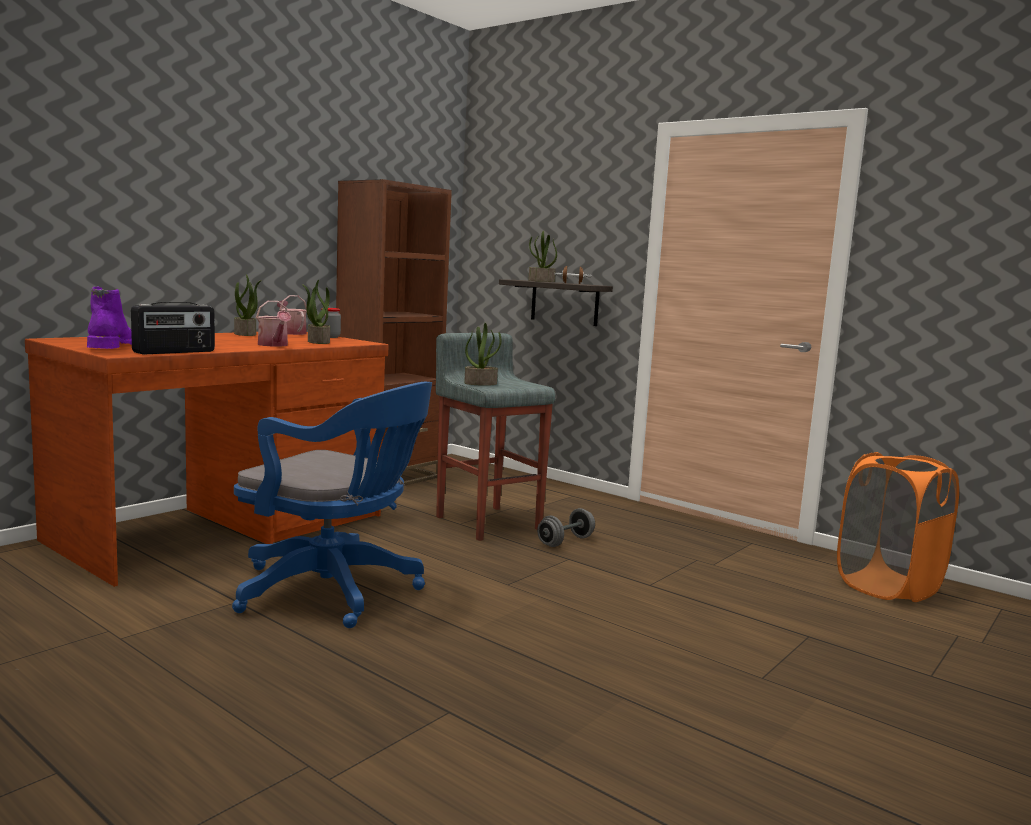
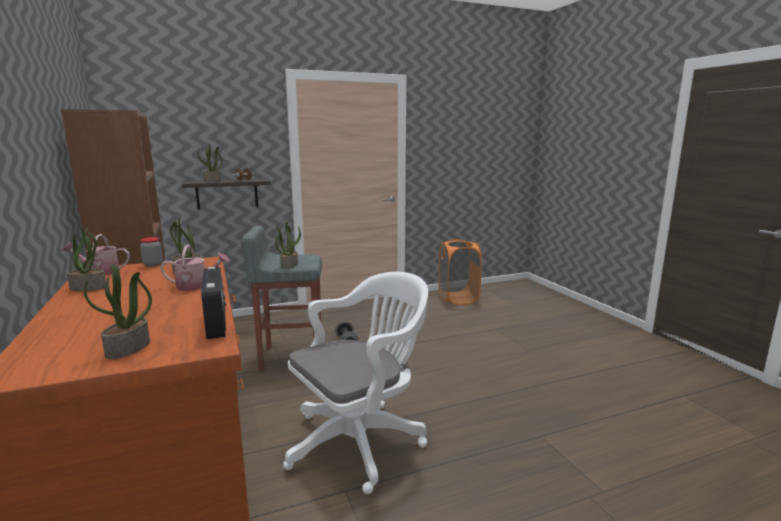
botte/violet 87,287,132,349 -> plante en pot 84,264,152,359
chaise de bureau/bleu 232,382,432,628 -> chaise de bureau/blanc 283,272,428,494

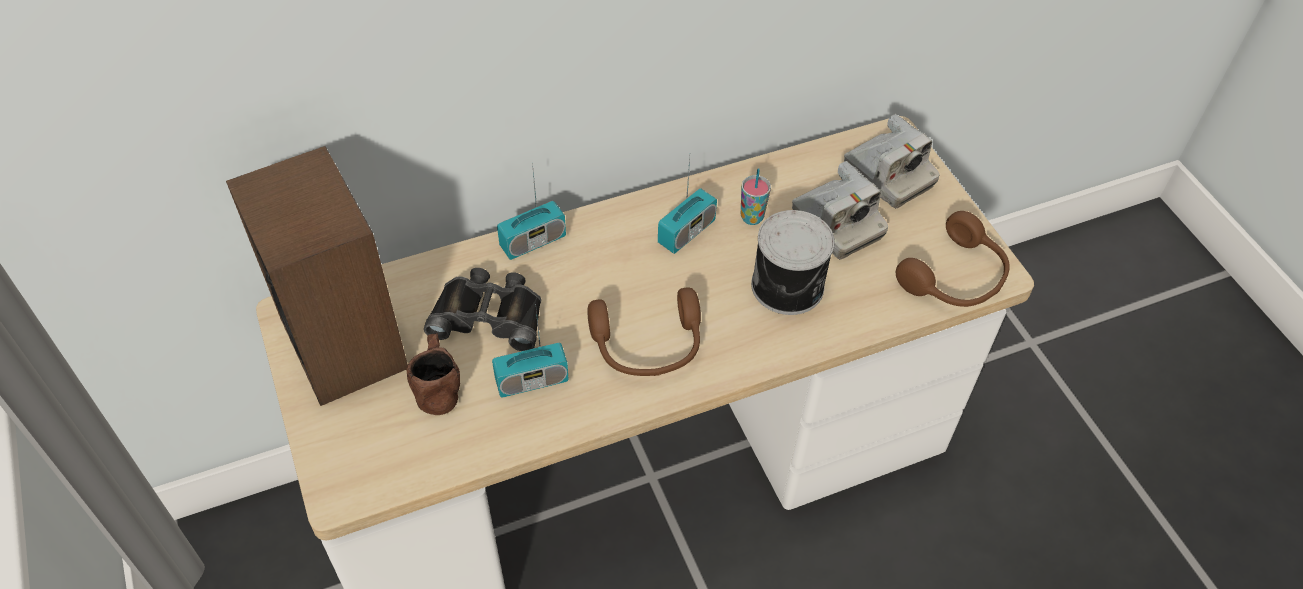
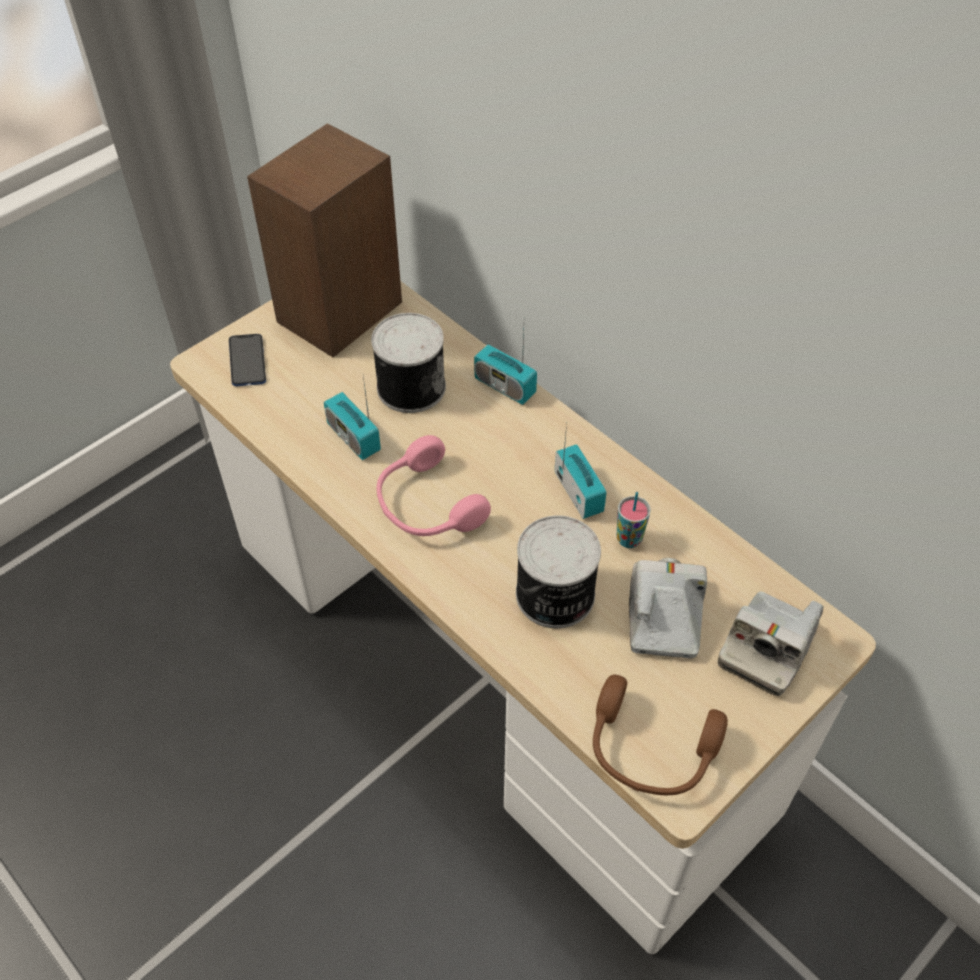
none -> téléphone 229,334,266,386
jumelles/noir 424,268,542,351 -> boîte métallique 371,313,446,413
casque audio/marron 587,287,701,376 -> casque audio/rose 377,435,491,536
radio 658,157,717,254 -> radio 555,422,606,519, 135 degrees counterclockwise
appareil photo 792,161,888,259 -> appareil photo 629,558,707,659, 150 degrees clockwise
mug/marron 407,333,460,415 -> none

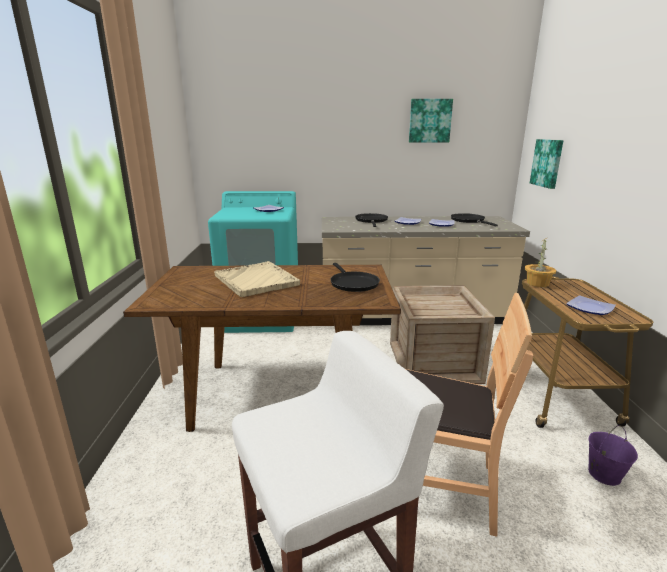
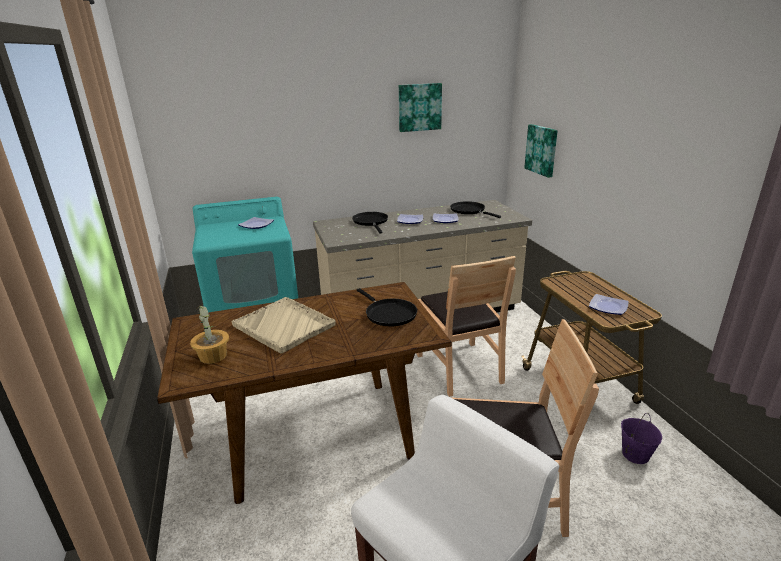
plante en pot 525,239,556,287 -> plante en pot 190,302,229,364, shifted
caisse 390,285,495,384 -> chaise/marron 417,256,516,397

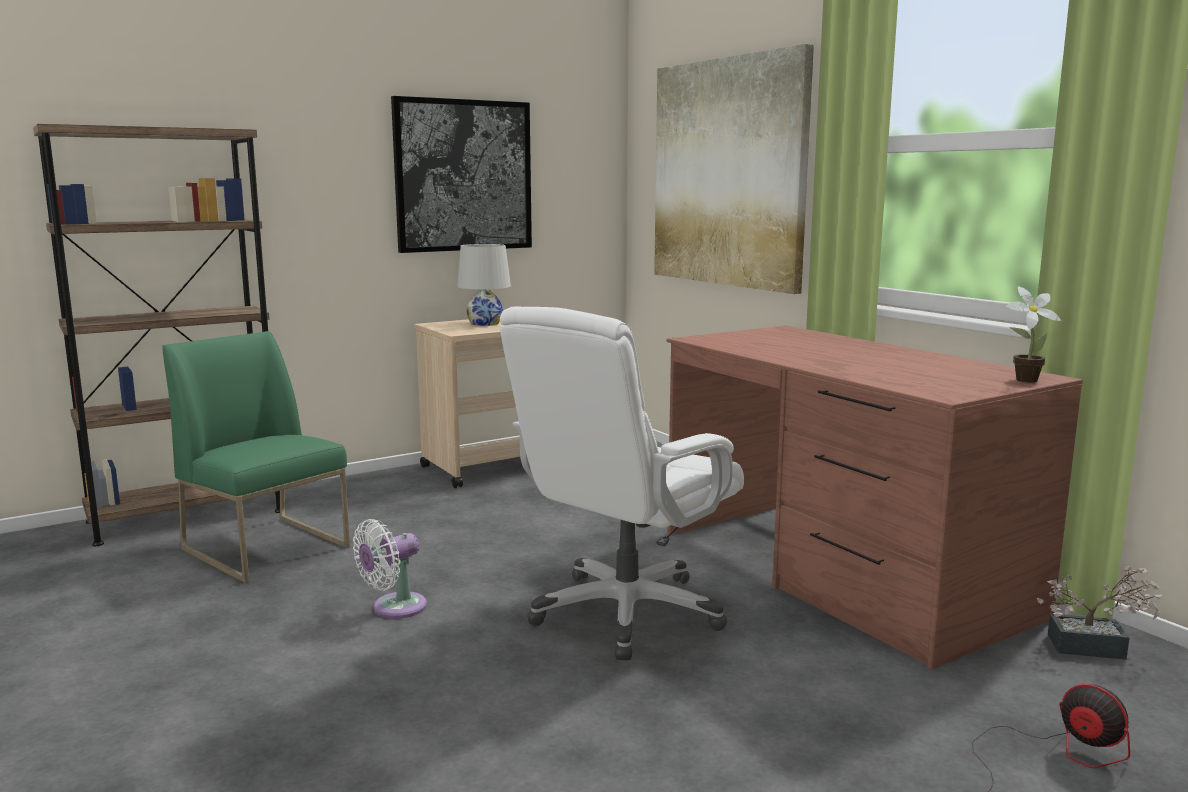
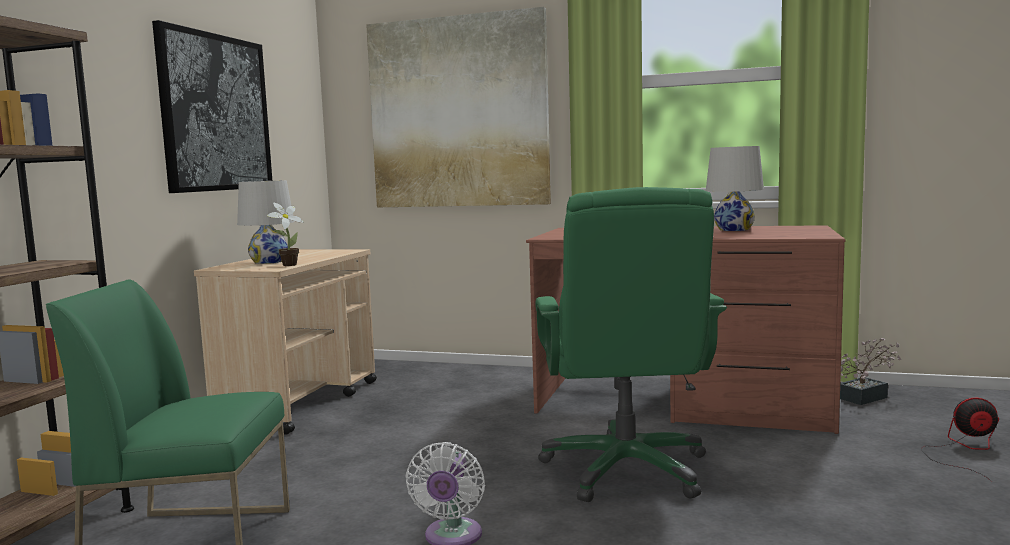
plante en pot 1005,286,1061,383 -> plante en pot 267,202,304,266, shifted
chaise de bureau/blanc 500,307,744,660 -> chaise de bureau/vert 536,187,727,502
none -> lampe de table/blanc 706,146,764,231

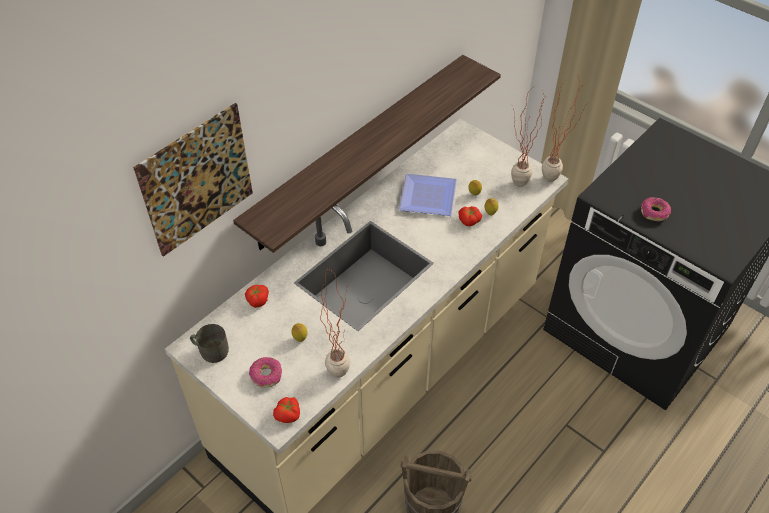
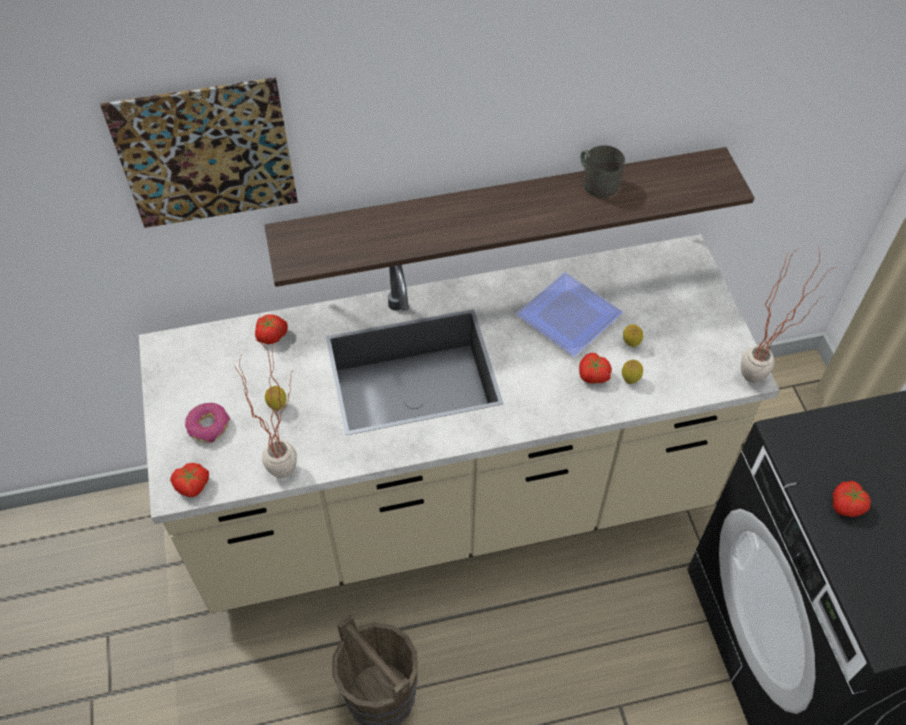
mug/gris 190,324,229,363 -> mug/gris 581,145,625,198, shifted
beignet 641,197,671,221 -> tomate 833,481,871,517
plante en pot 511,88,546,187 -> none

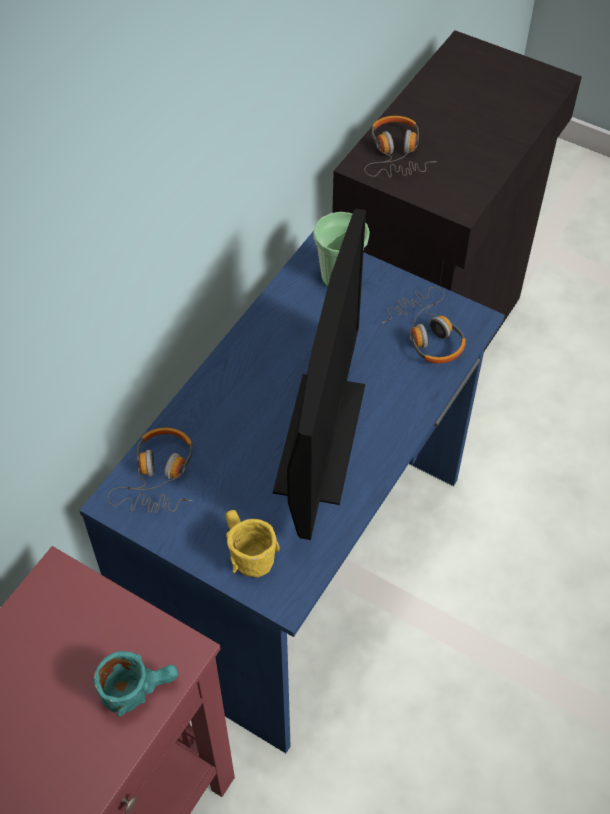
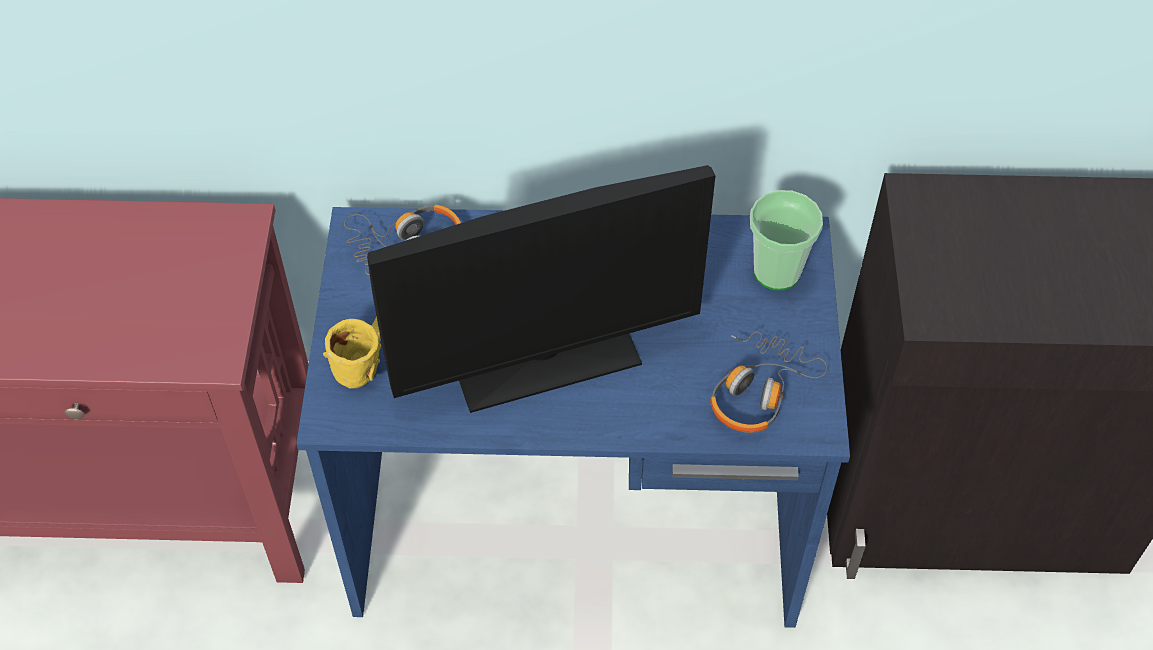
mug/turquoise 94,651,178,716 -> none
casque audio 364,116,437,178 -> none

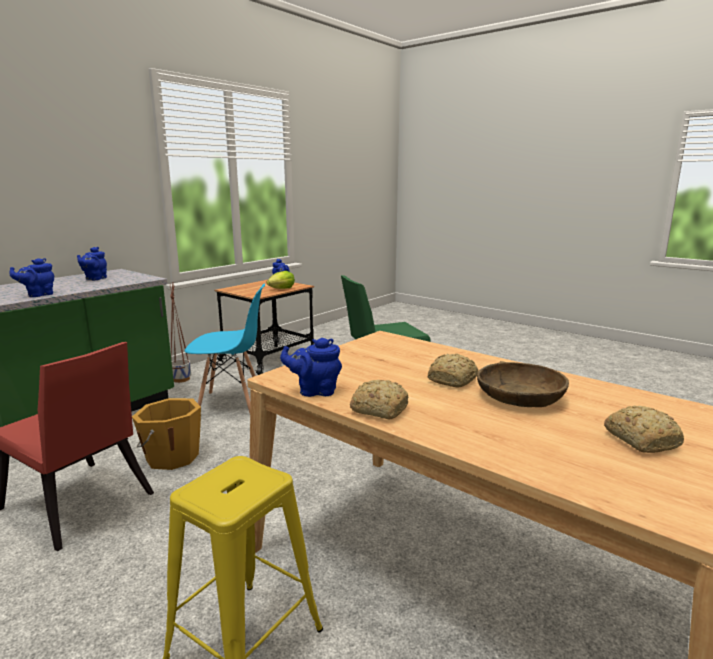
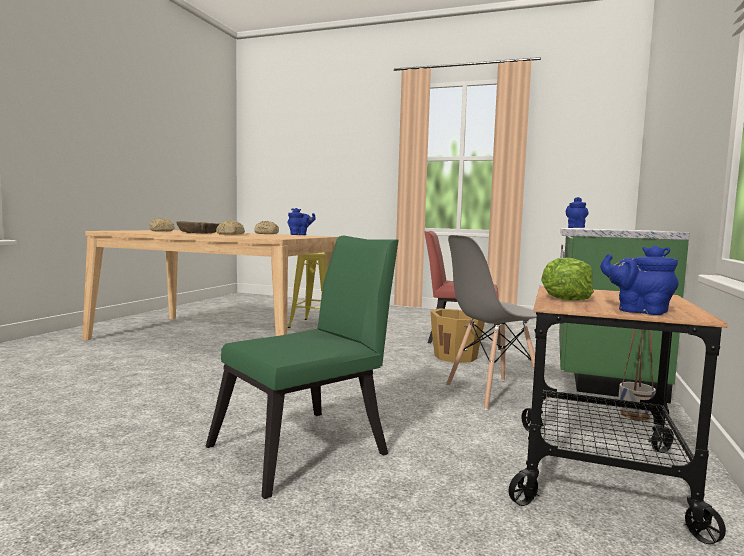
chaise/bleu 185,284,265,413 -> chaise/gris 446,235,547,410
théière/bleu 77,247,107,280 -> none

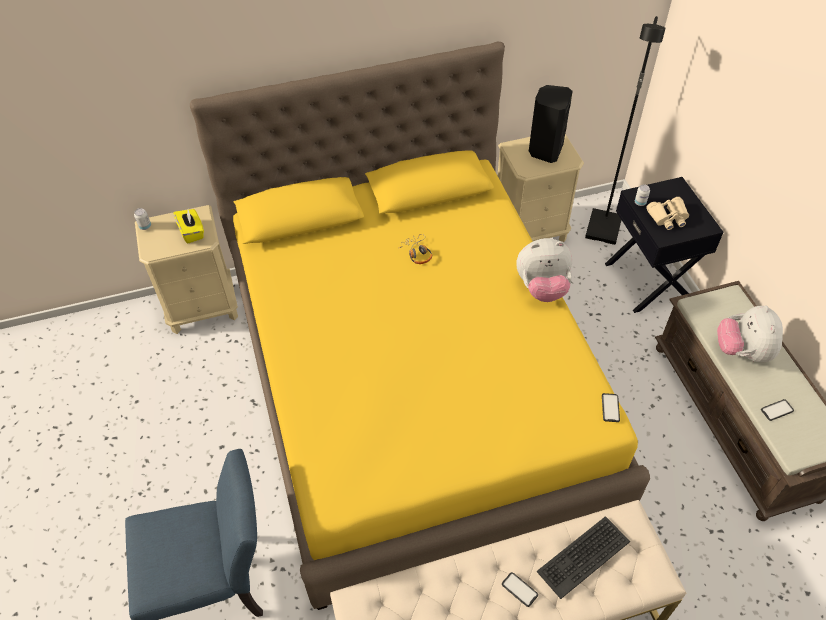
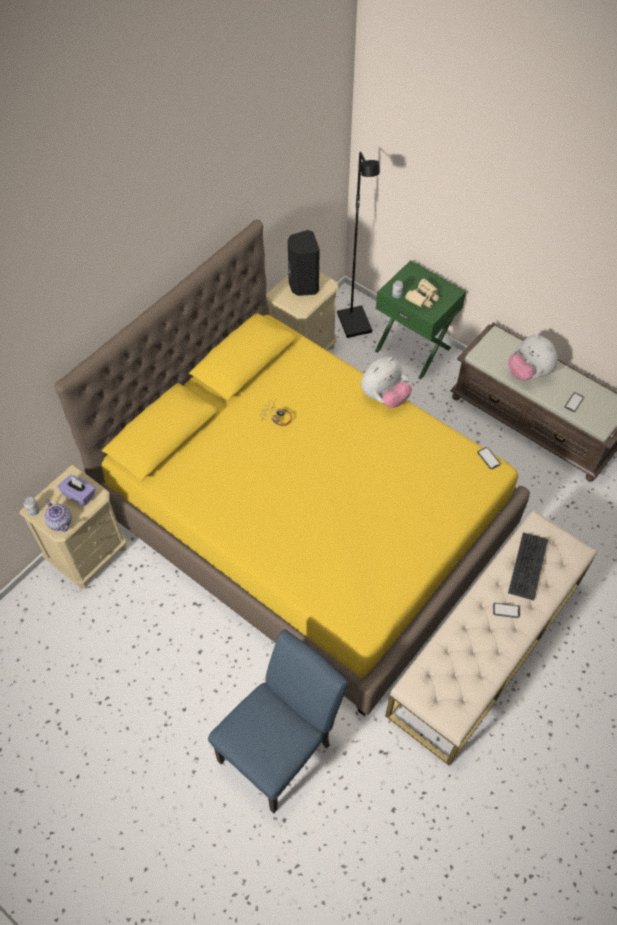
none -> théière 44,499,72,531
boîte à mouchoirs/jaune 173,209,204,243 -> boîte à mouchoirs/violet 58,475,96,506
table de chevet/noir 605,177,724,313 -> table de chevet/vert 375,260,466,379

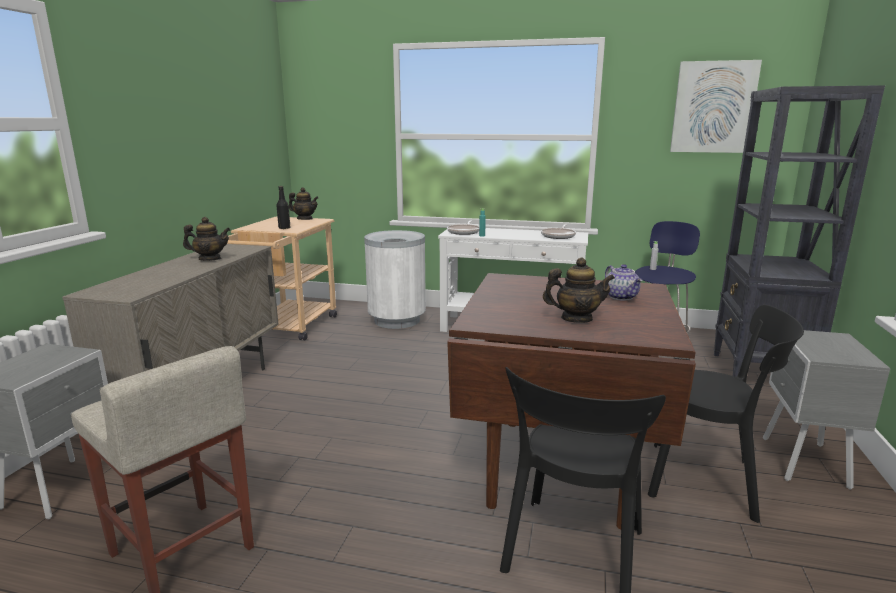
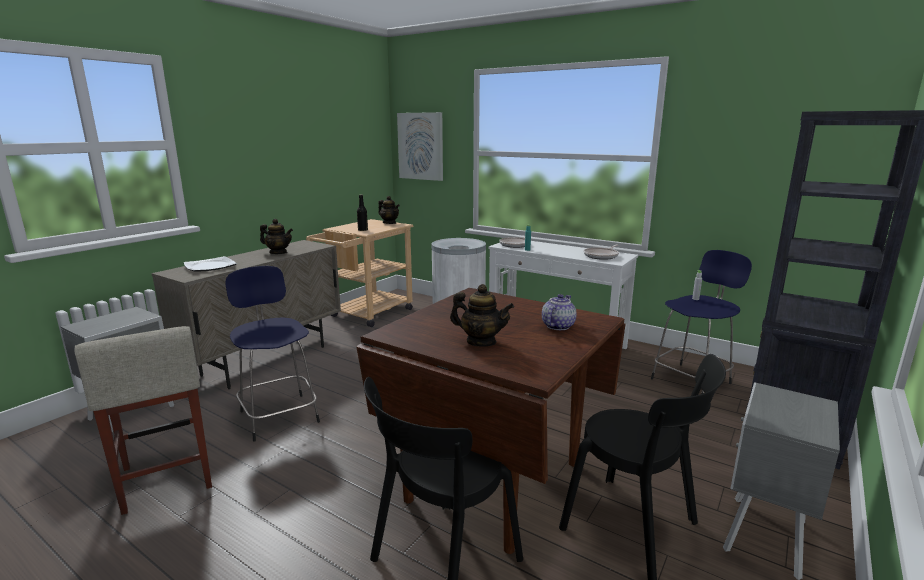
none -> assiette 184,256,237,272
none -> tabouret/bleu 225,266,320,441
tableau 670,60,762,153 -> tableau 397,112,443,181, shifted
théière 605,264,643,301 -> théière 542,294,577,330, 150 degrees counterclockwise

